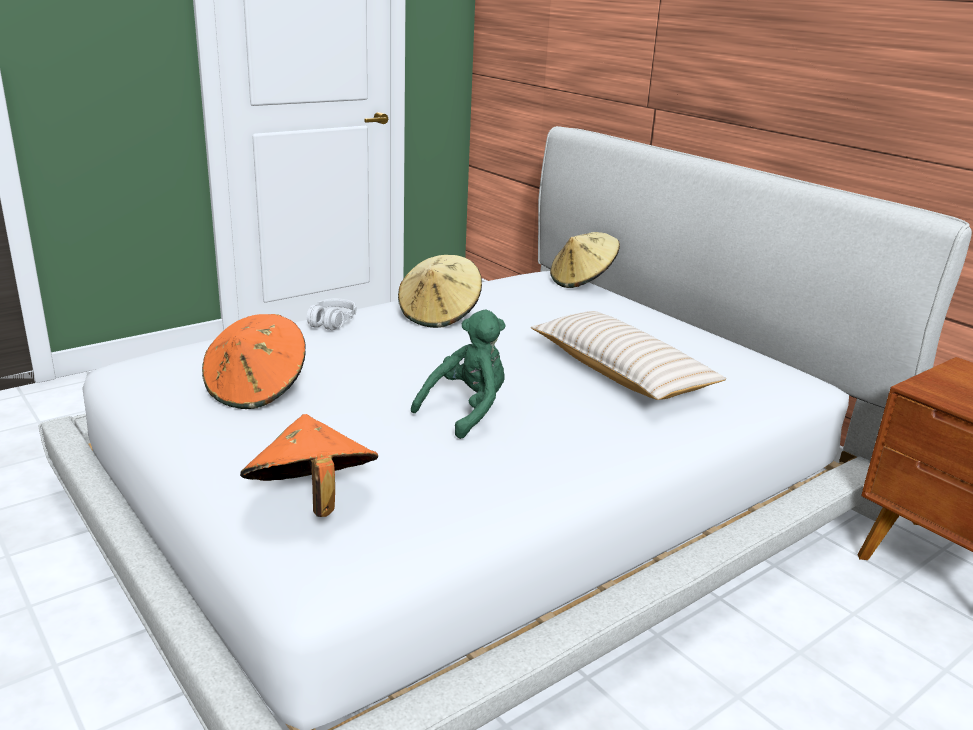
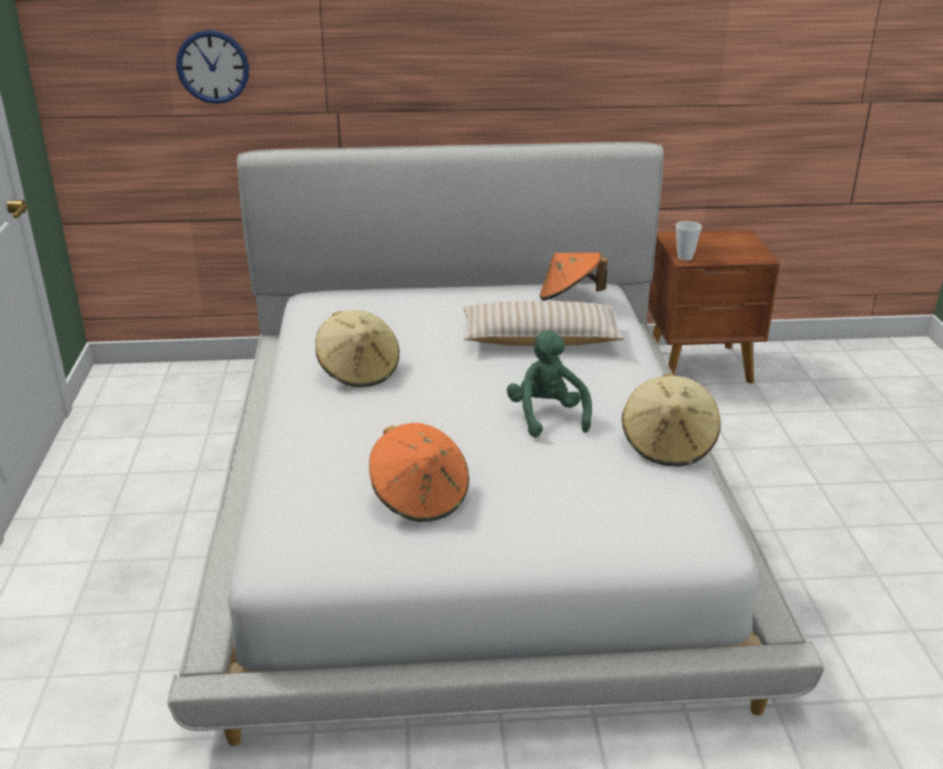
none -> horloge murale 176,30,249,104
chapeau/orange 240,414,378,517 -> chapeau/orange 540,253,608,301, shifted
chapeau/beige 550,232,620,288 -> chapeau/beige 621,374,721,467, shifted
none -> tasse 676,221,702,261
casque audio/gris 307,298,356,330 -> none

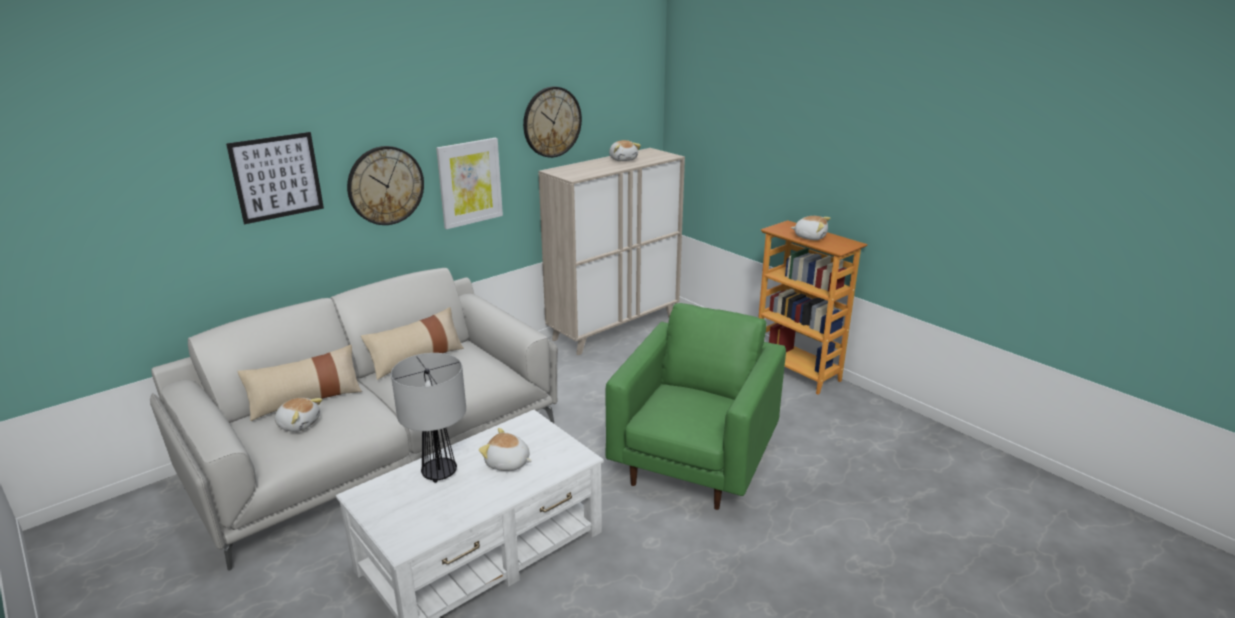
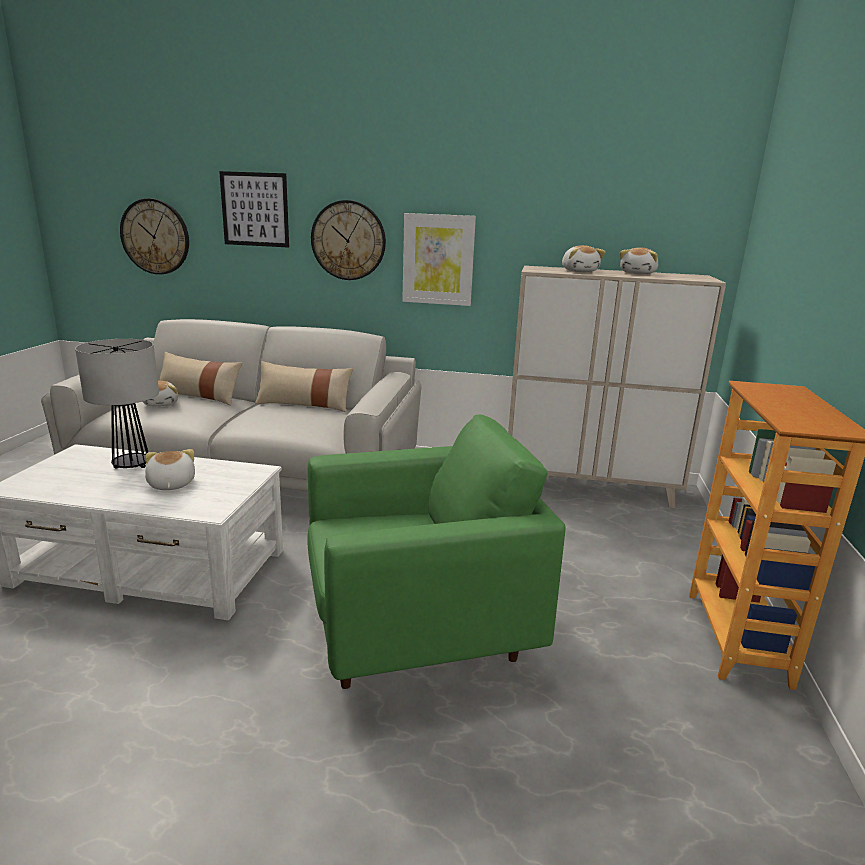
horloge murale 523,87,582,158 -> horloge murale 120,198,189,274, shifted
peluche 791,216,830,240 -> peluche 562,245,606,272, shifted

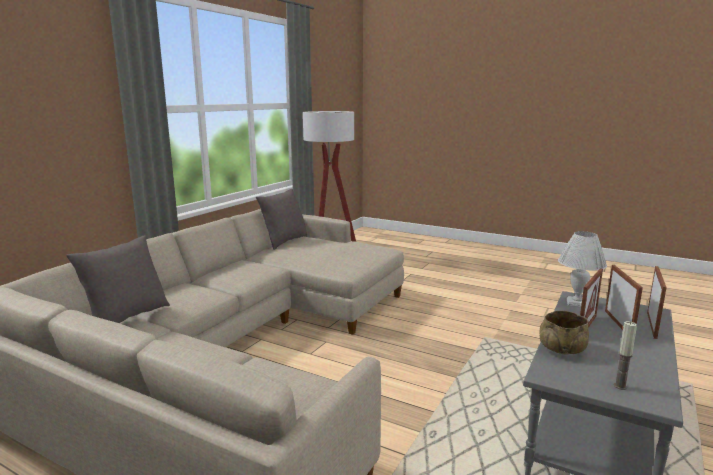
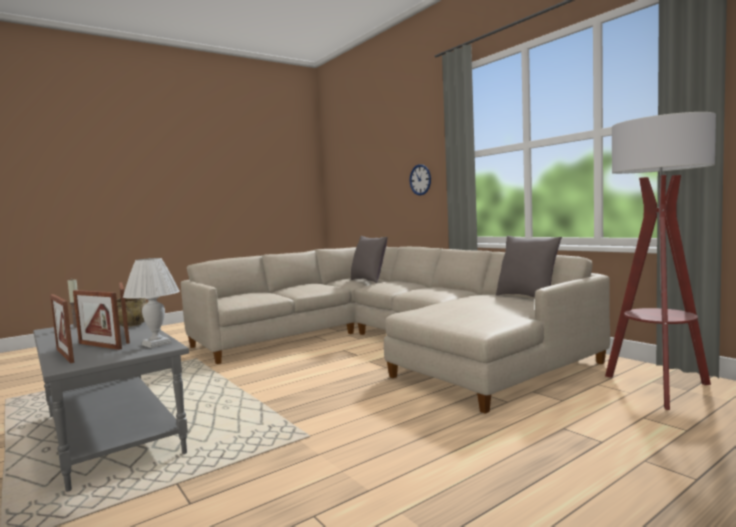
none -> horloge murale 410,164,431,195

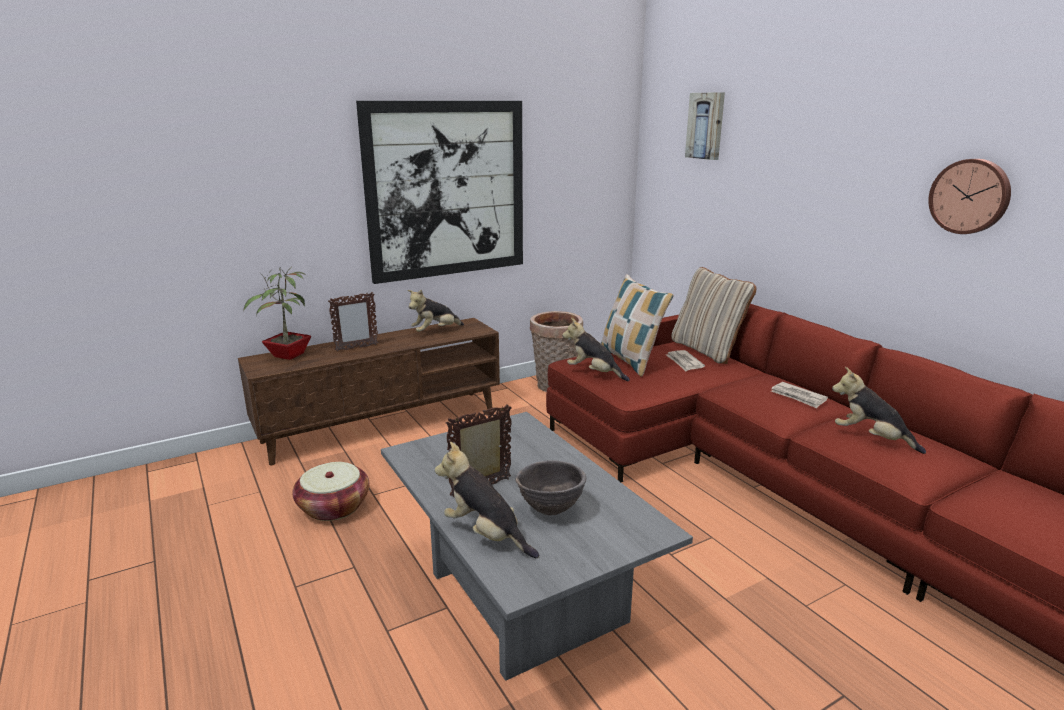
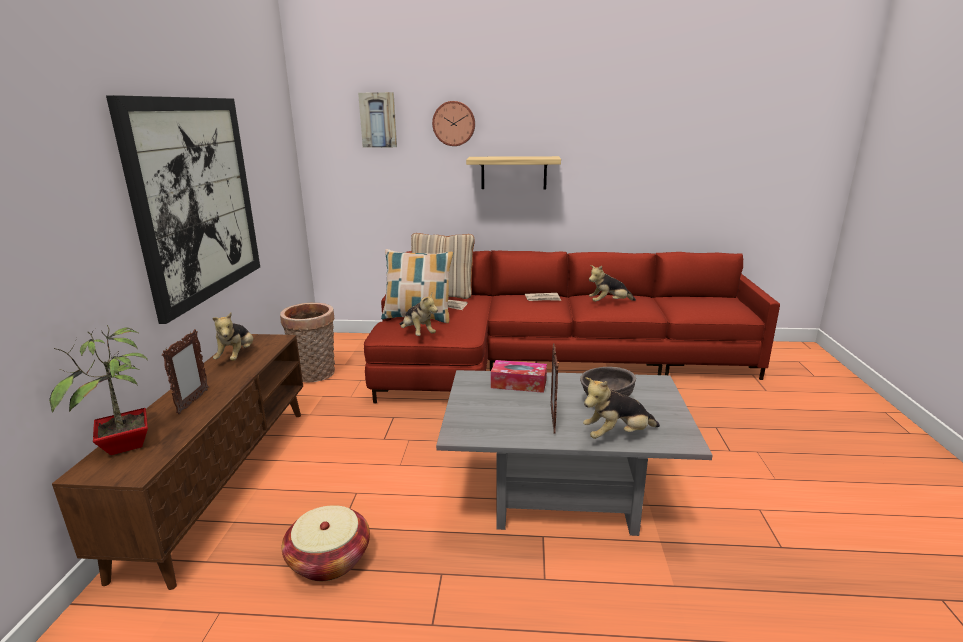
peluche 562,318,630,381 -> peluche 399,293,438,336, 105 degrees counterclockwise
horloge murale 928,159,1011,234 -> horloge murale 432,101,475,146, shifted
none -> étagère 466,156,561,189
none -> boîte à mouchoirs 491,360,547,393

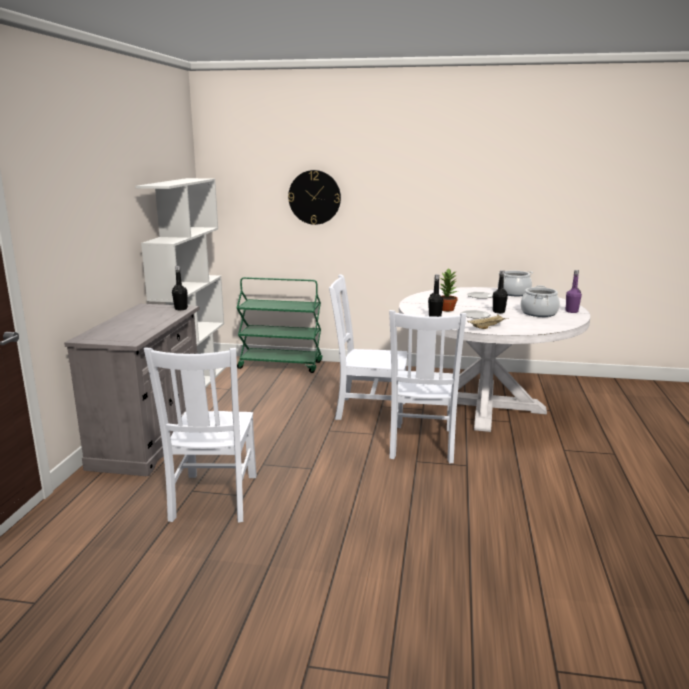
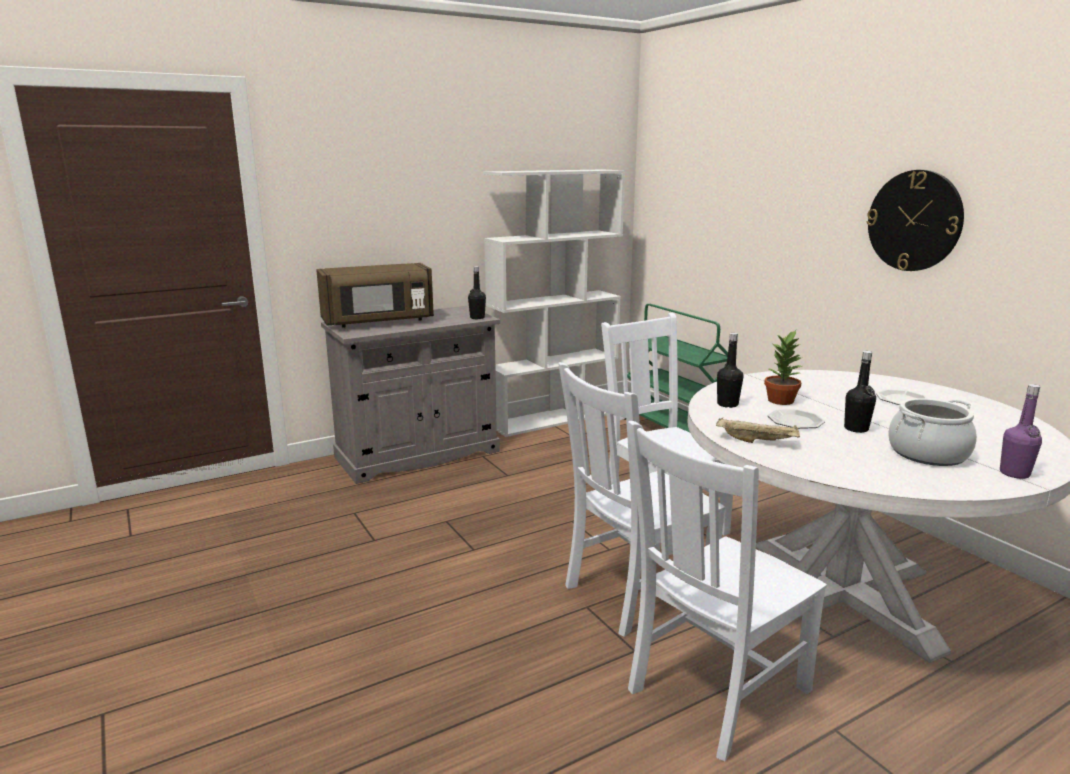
none -> micro-ondes/marron 316,263,434,328
chaise/blanc 144,347,257,523 -> chaise/blanc 628,421,827,762, shifted
horloge murale 288,170,341,225 -> horloge murale 867,170,964,271, shifted
marmite 498,270,533,296 -> none

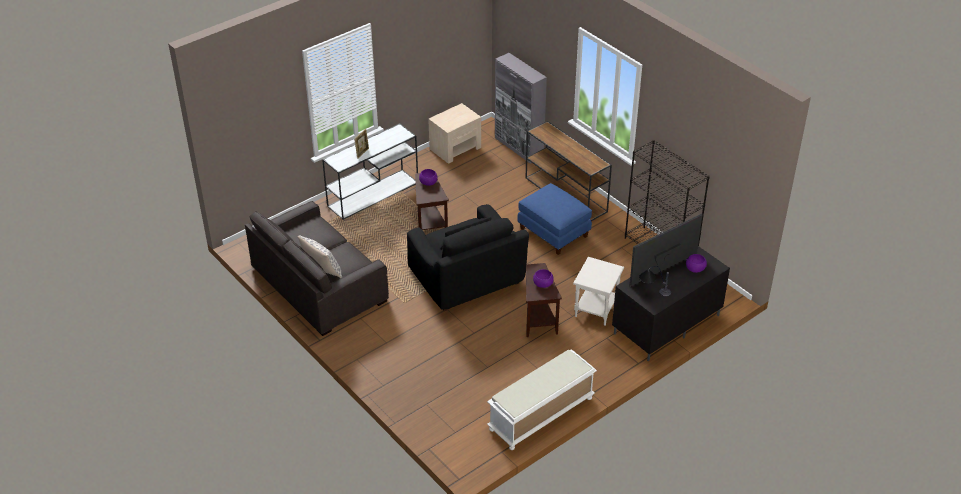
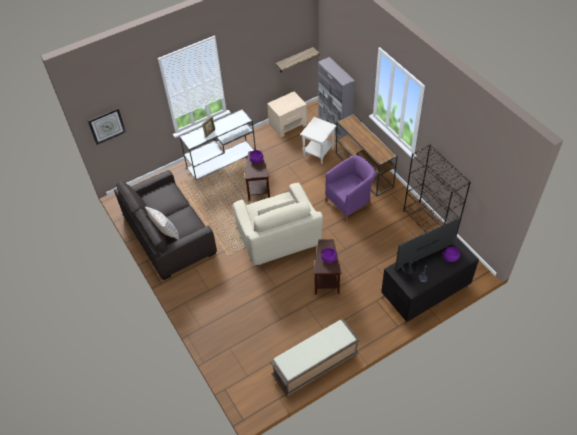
none -> horloge murale 87,108,126,145
fauteuil/noir 407,204,529,311 -> fauteuil/beige 233,183,323,266
banc/blanc 487,349,597,450 -> banc/marron 270,319,360,398
none -> étagère 276,47,320,72
table d'appoint/blanc 573,257,624,326 -> table d'appoint/blanc 300,117,336,164, shifted
pouf/bleu 518,183,592,255 -> fauteuil/violet 325,155,376,222

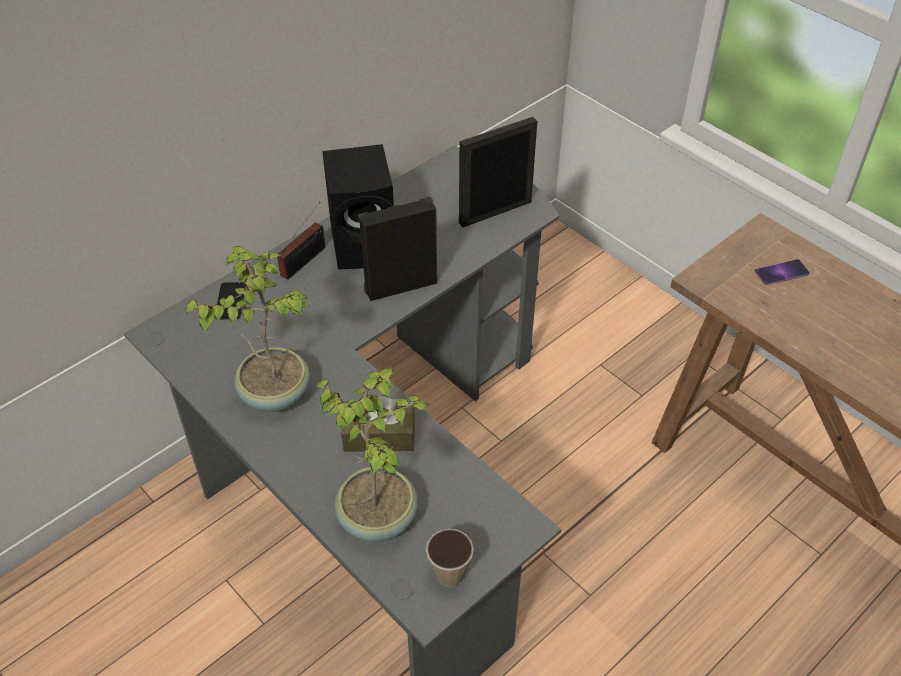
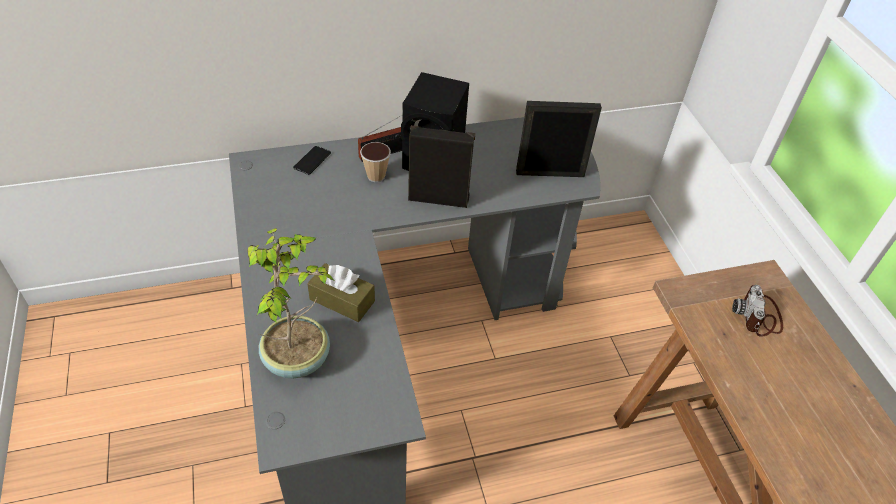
tasse 426,529,474,587 -> tasse 360,142,391,182, shifted
téléphone 755,259,810,286 -> appareil photo 732,285,783,337
plante en pot 184,246,312,412 -> none

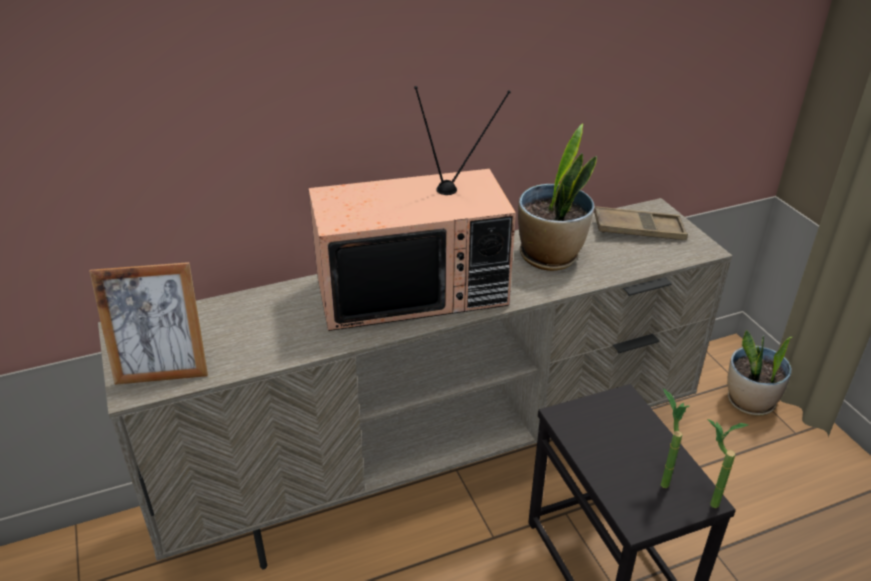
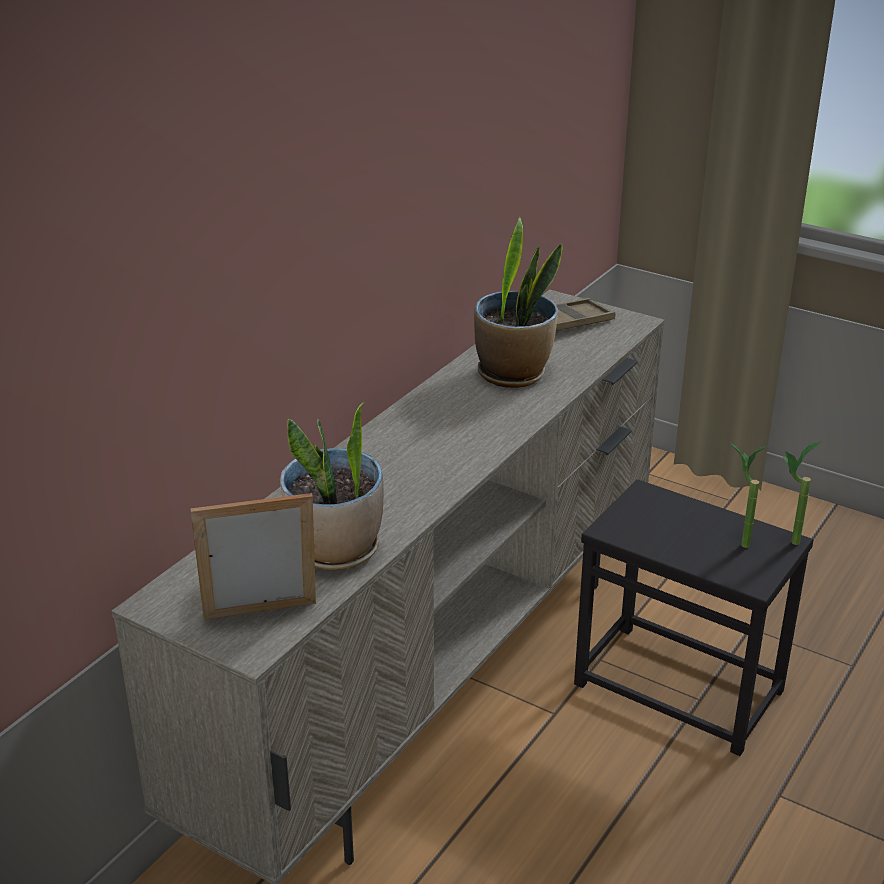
cadre photo 89,262,208,385 -> cadre photo 190,493,316,620, 150 degrees counterclockwise
plante en pot 727,330,792,416 -> plante en pot 280,402,383,570, shifted
téléviseur 309,86,516,331 -> none

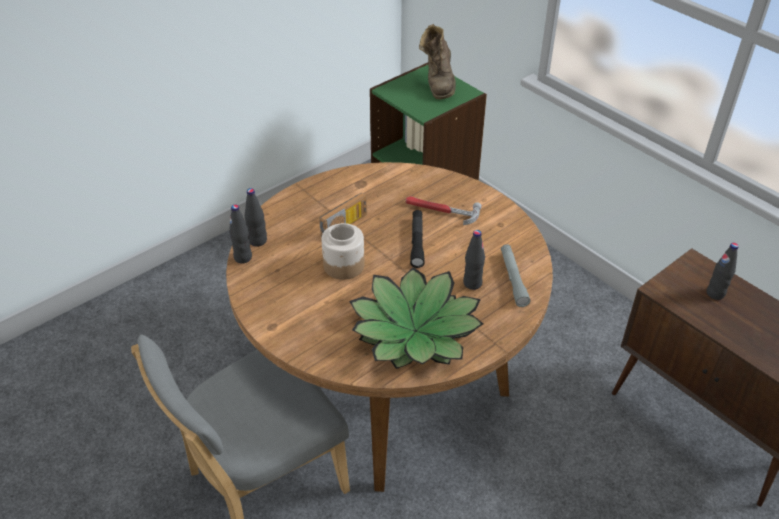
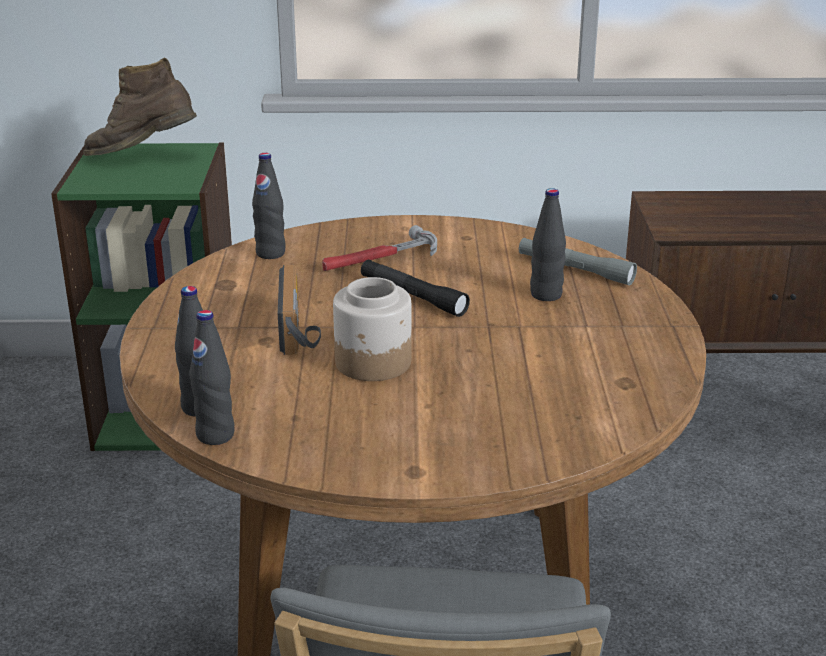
botte/marron 419,24,456,99 -> botte/marron 83,57,197,156, 135 degrees clockwise
bouteille/noir 706,243,739,300 -> bouteille/noir 252,153,286,259, shifted
plante en pot 349,267,483,369 -> none

